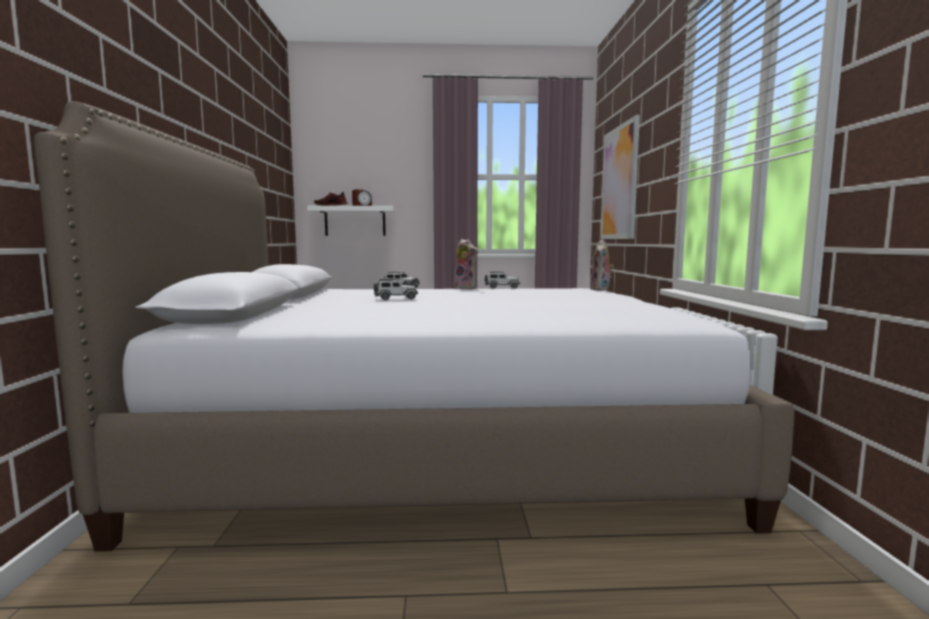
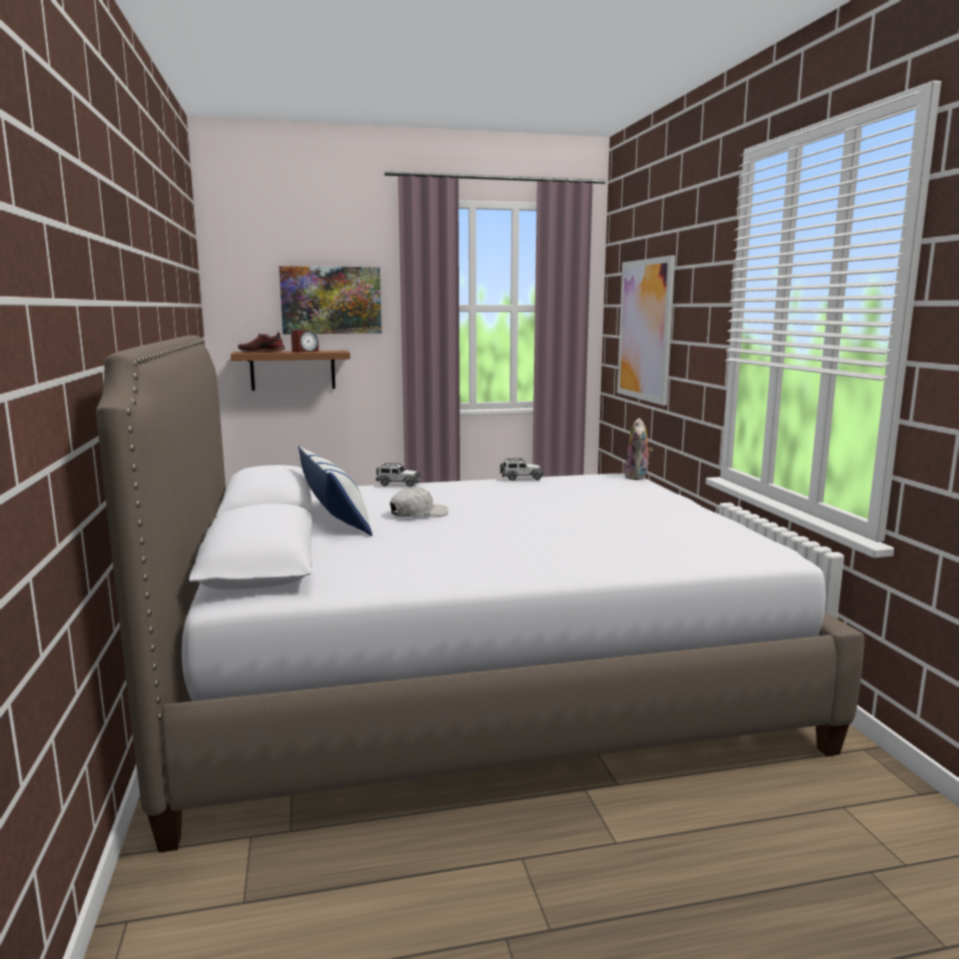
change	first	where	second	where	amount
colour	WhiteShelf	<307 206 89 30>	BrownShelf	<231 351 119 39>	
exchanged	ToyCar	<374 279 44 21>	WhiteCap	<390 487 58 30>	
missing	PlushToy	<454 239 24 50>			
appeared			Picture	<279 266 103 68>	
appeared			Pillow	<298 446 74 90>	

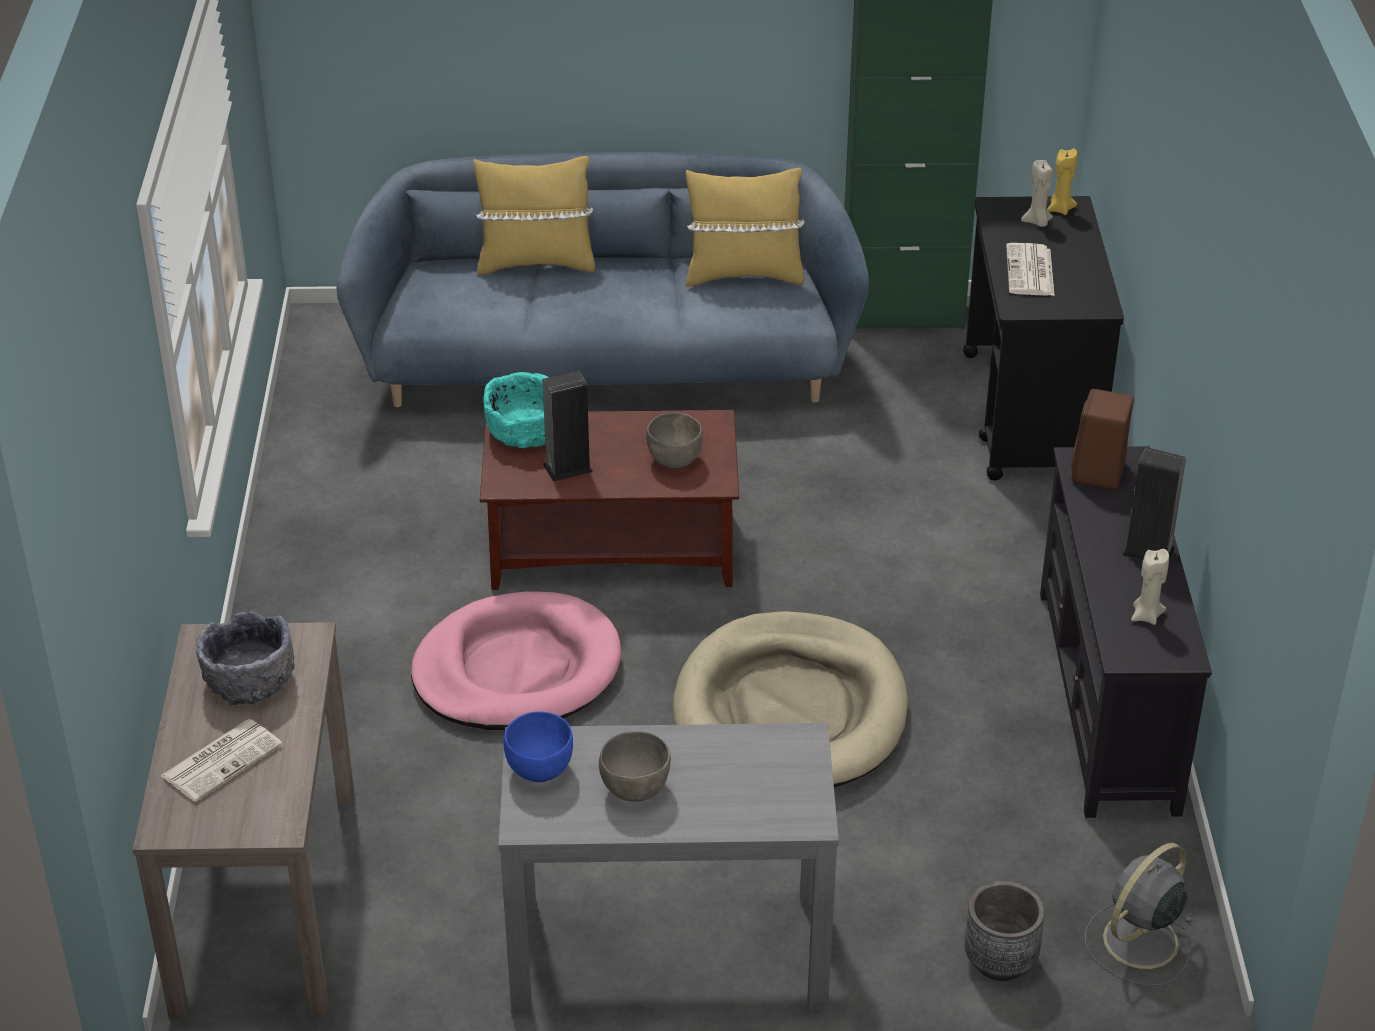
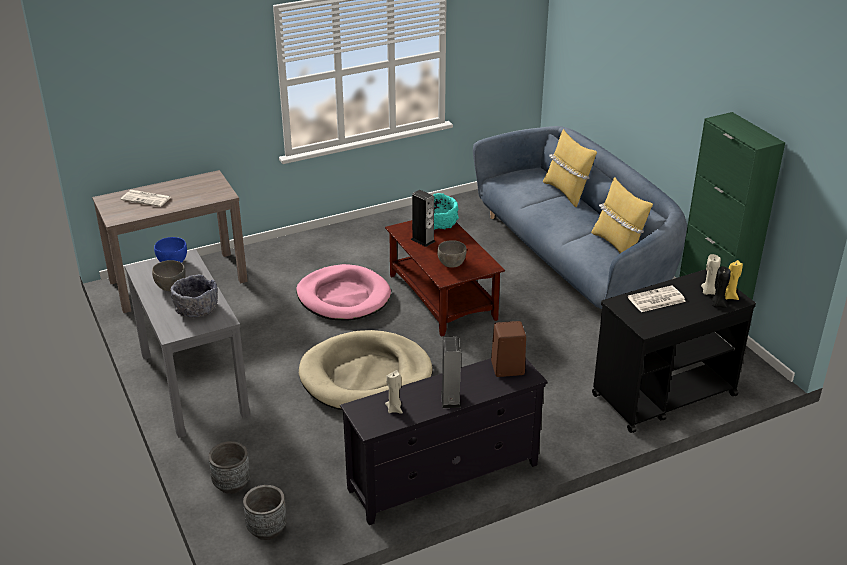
change	first	where	second	where	amount
relocated	GreyBowl	<196 611 99 94>		<171 275 47 43>	
exchanged	GreyFan	<1085 843 108 143>	GreyPlanter	<243 485 44 55>	
appeared			BlackCandle	<711 266 20 42>	

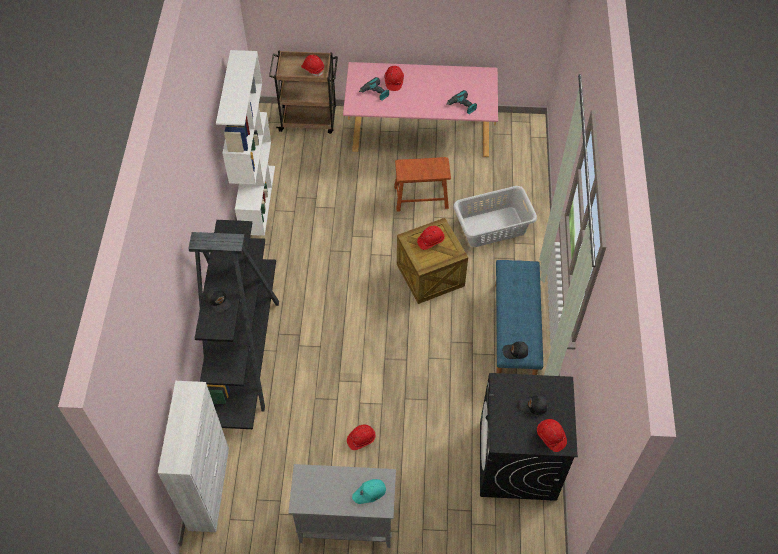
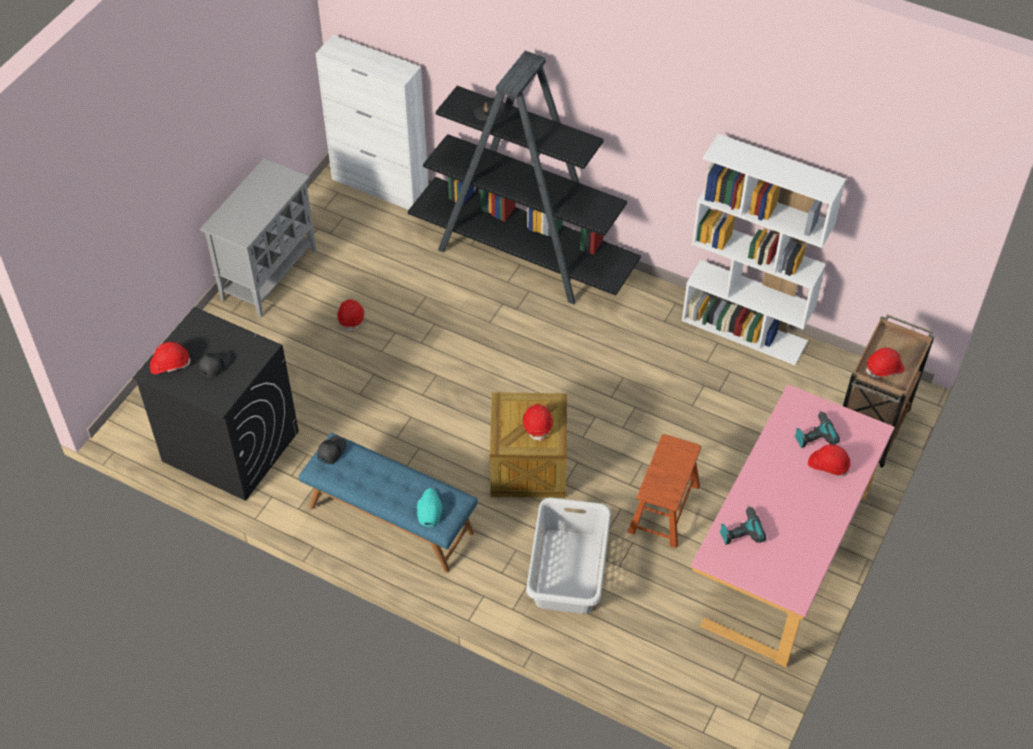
change	first	where	second	where	amount
relocated	TurquoiseCap	<352 479 34 25>		<417 488 25 39>	

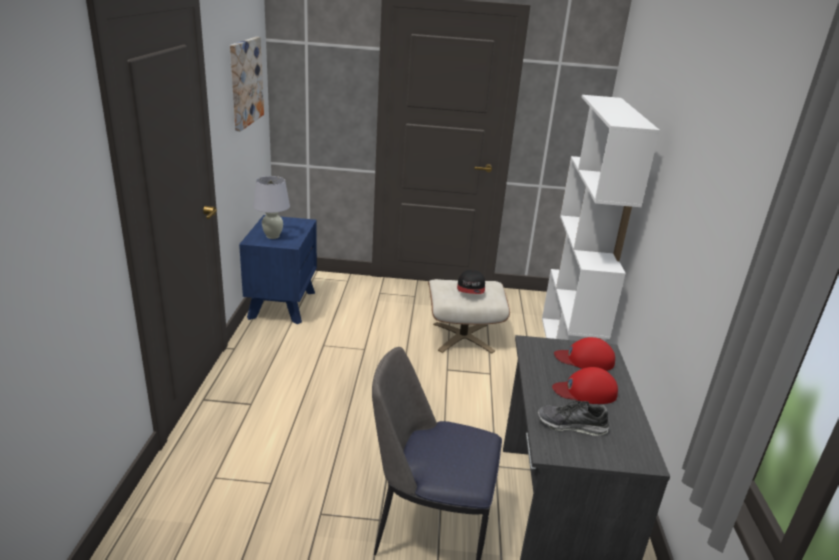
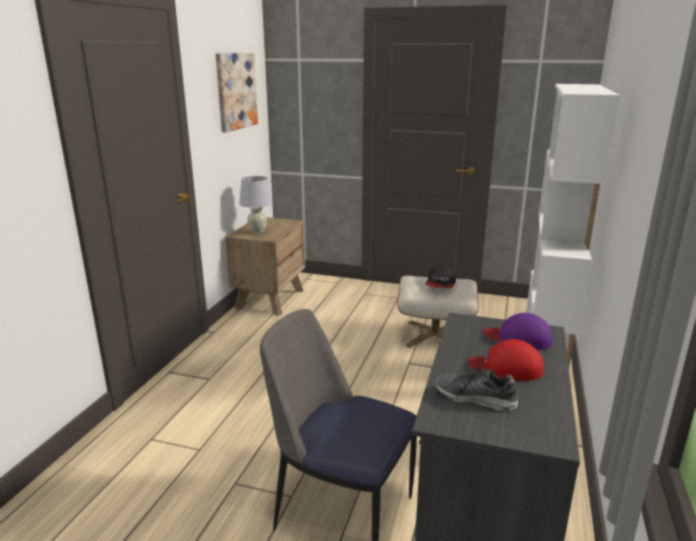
change	first	where	second	where	amount
colour	BlueNightstand	<239 215 78 109>	BrownNightstand	<225 217 80 99>	
colour	RedCap	<554 337 61 34>	PurpleCap	<483 313 70 37>	

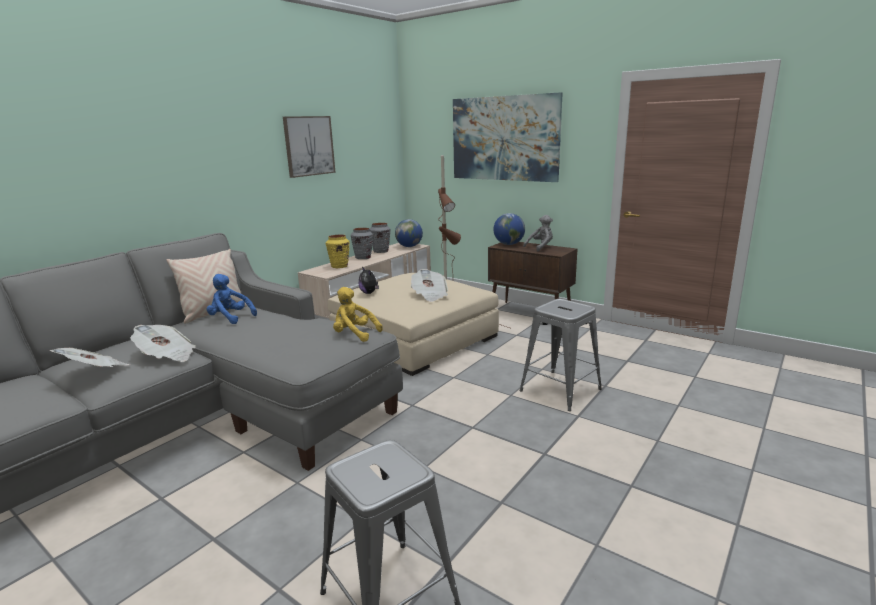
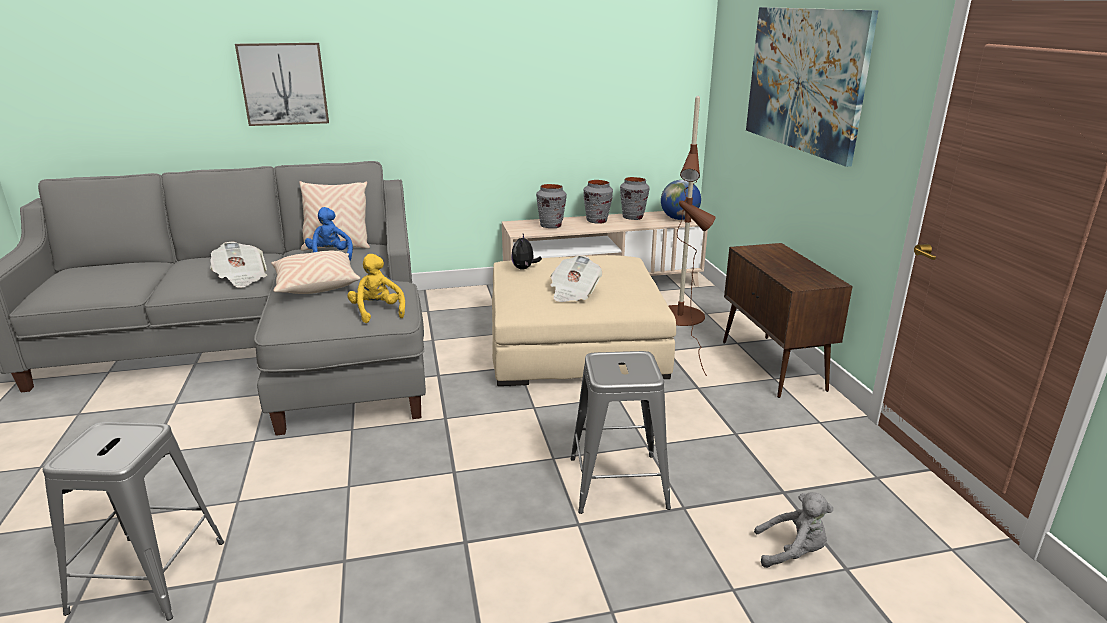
change	first	where	second	where	amount
missing	Newspaper	<49 348 81 19>			
relocated	Picture	<283 116 53 62>		<235 43 94 83>	
colour	YellowVase	<326 235 24 33>	GreyVase	<536 184 31 44>	
missing	Globe	<493 213 32 32>			
relocated	GreyPlushToy	<523 215 30 36>		<754 492 79 76>	
appeared			BeigePillow	<271 251 89 43>	

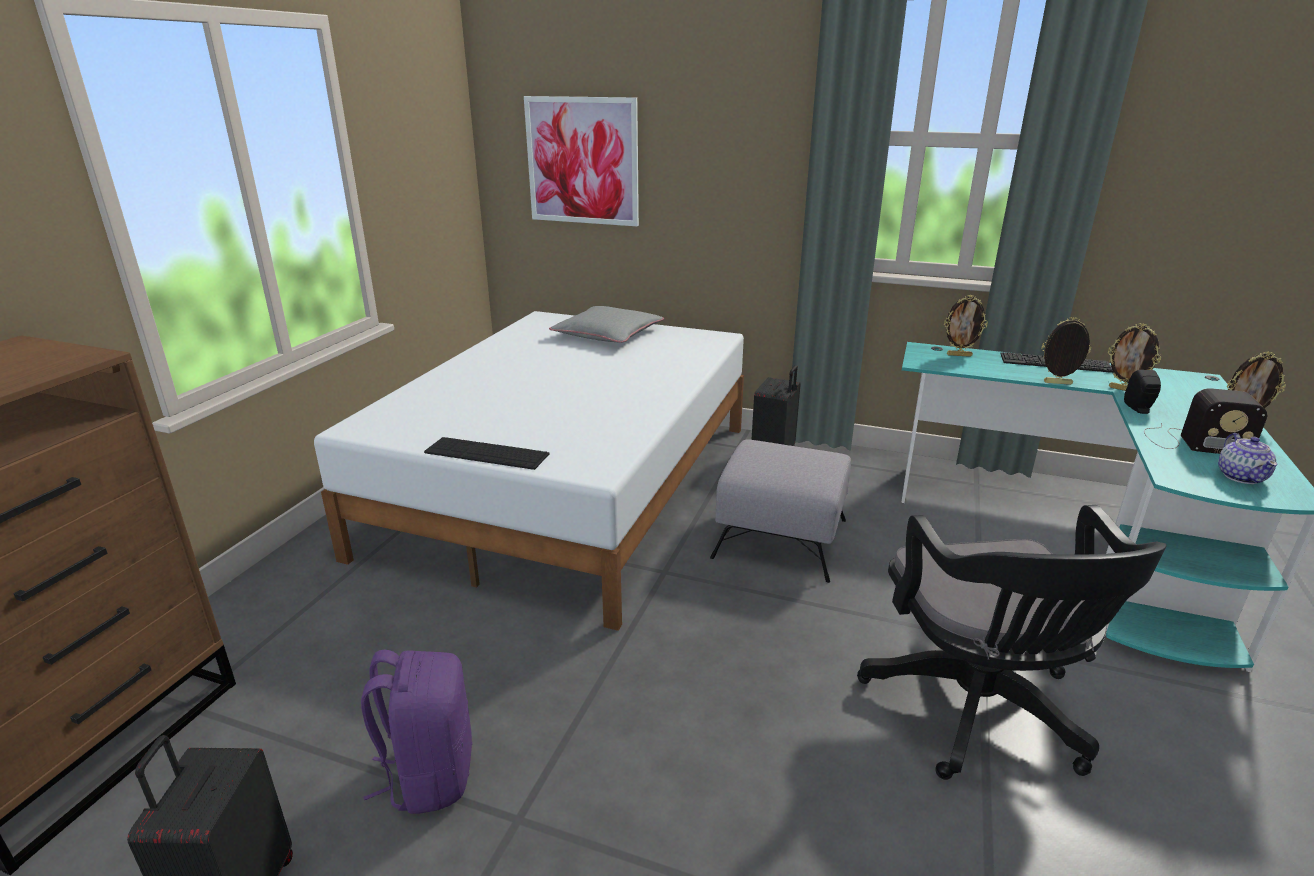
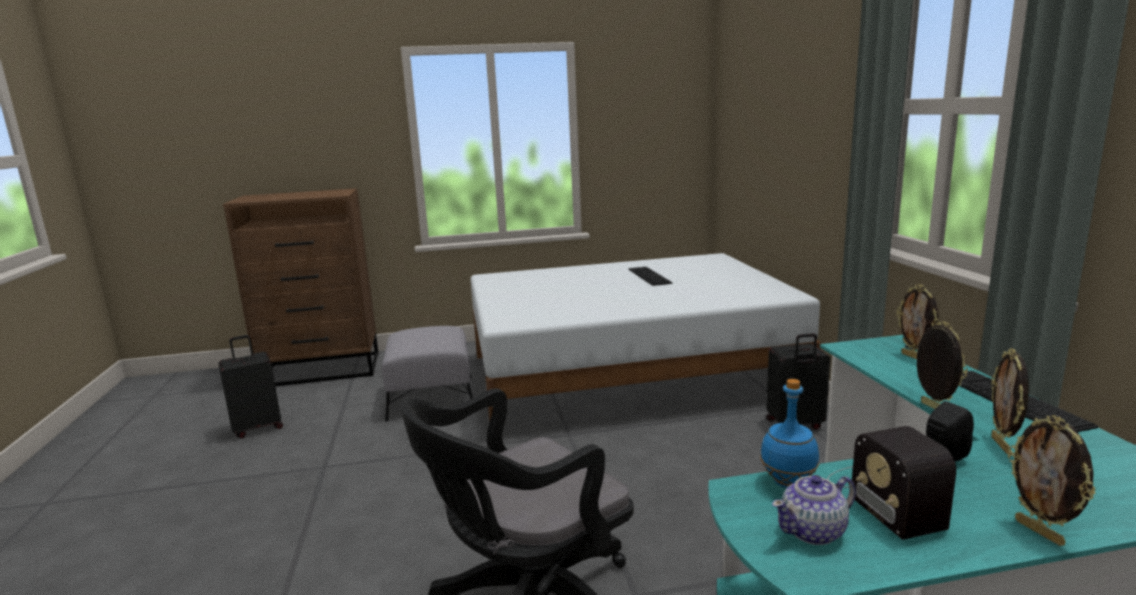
change	first	where	second	where	amount
missing	PurpleBackpack	<361 650 111 164>			
relocated	Keyboard	<424 437 126 33>		<628 267 44 19>	
missing	Picture	<524 96 115 130>			
missing	GreyPillow	<549 306 115 37>			
relocated	GreyOttoman	<710 440 141 143>		<382 326 91 96>	
appeared			BlueBottle	<760 379 59 109>	

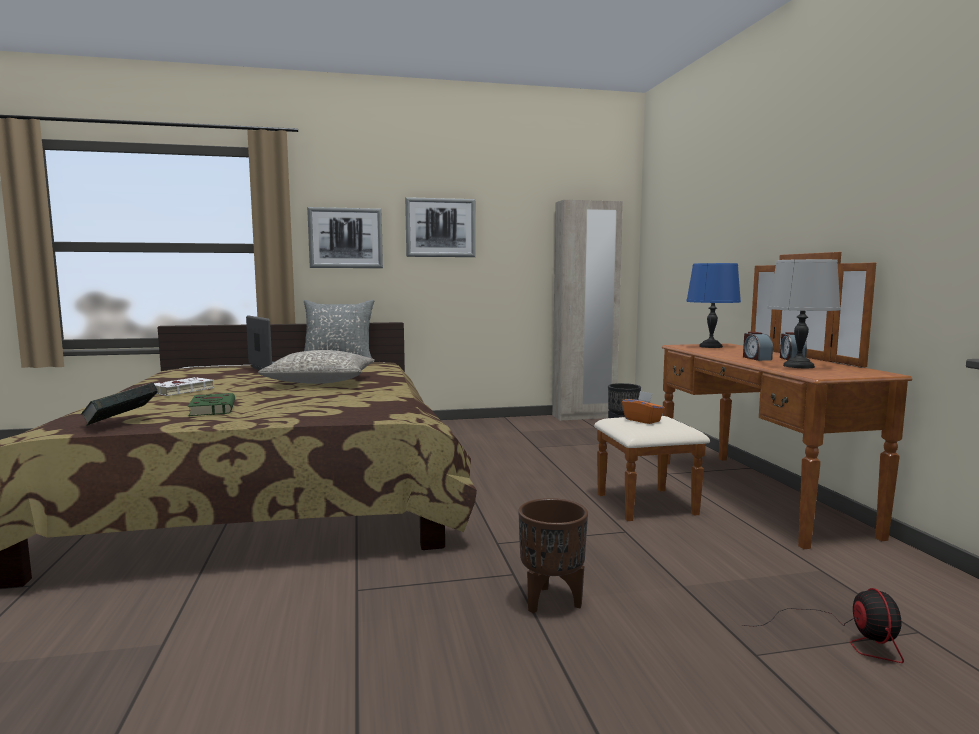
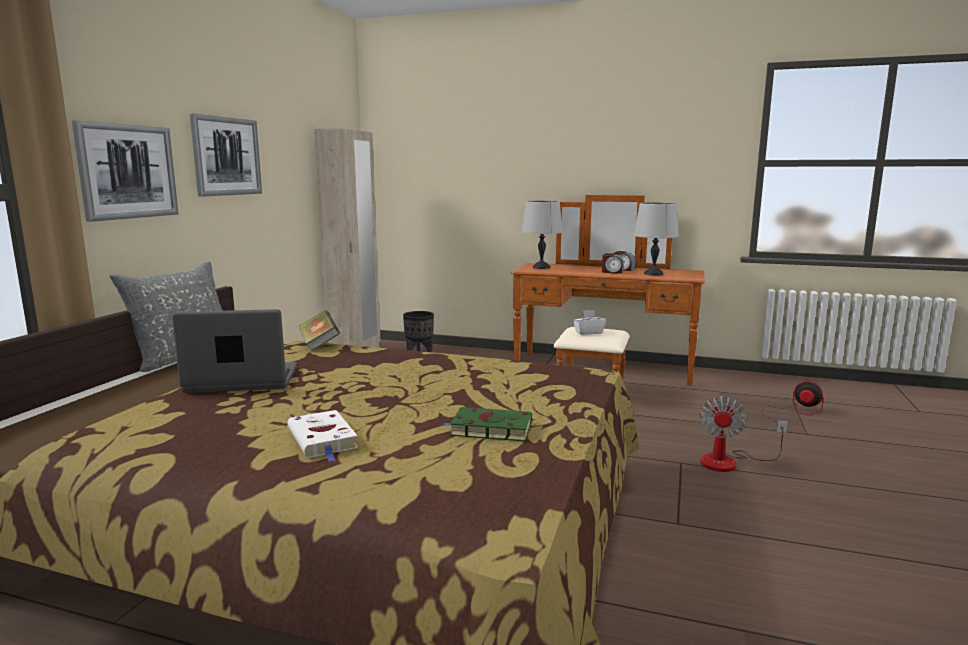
change	first	where	second	where	amount
relocated	Book	<80 383 78 43>		<298 310 42 41>	
missing	GreyPillow	<259 350 116 34>			
exchanged	BrownPlanter	<518 498 70 115>	Fan	<699 396 89 76>	
colour	OrangeTissueBox	<622 391 43 33>	WhiteTissueBox	<573 310 33 25>	
colour	BlueTableLamp	<686 263 55 85>	GreyTableLamp	<522 201 41 68>	

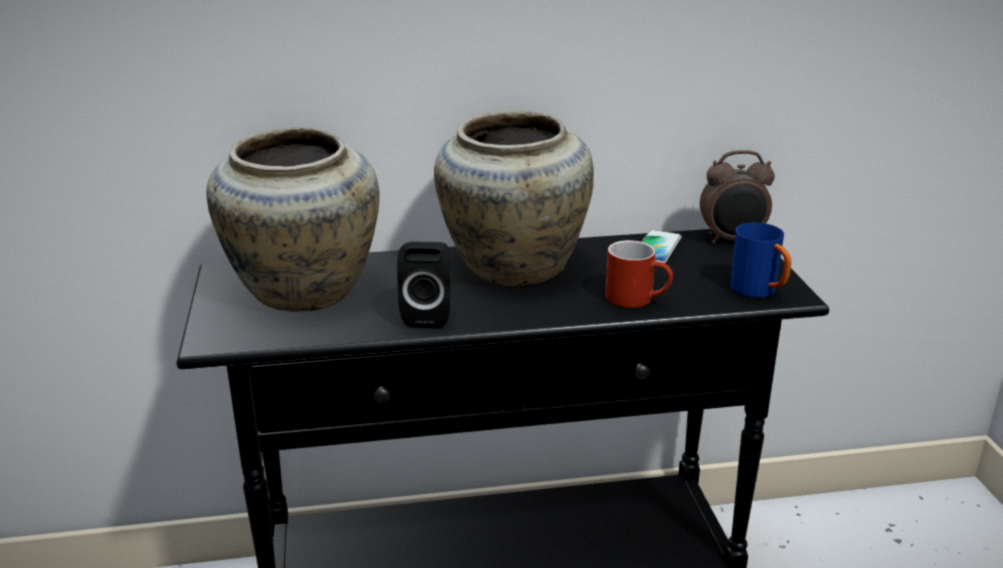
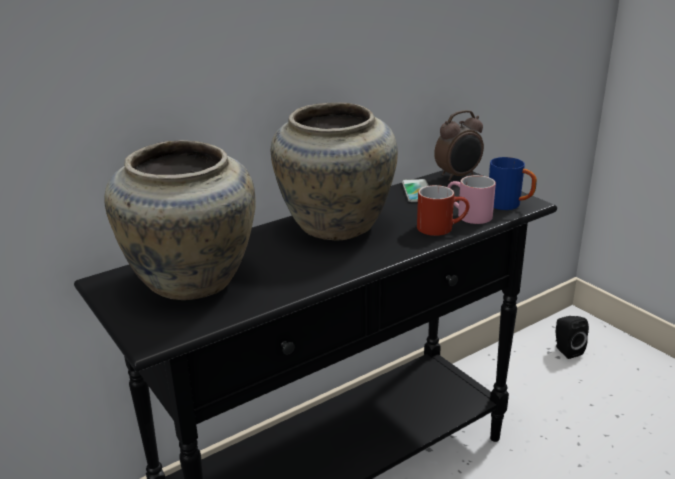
change	first	where	second	where	amount
relocated	BlackSpeaker	<397 241 54 87>		<555 316 34 43>	
appeared			PinkMug	<447 175 49 49>	

